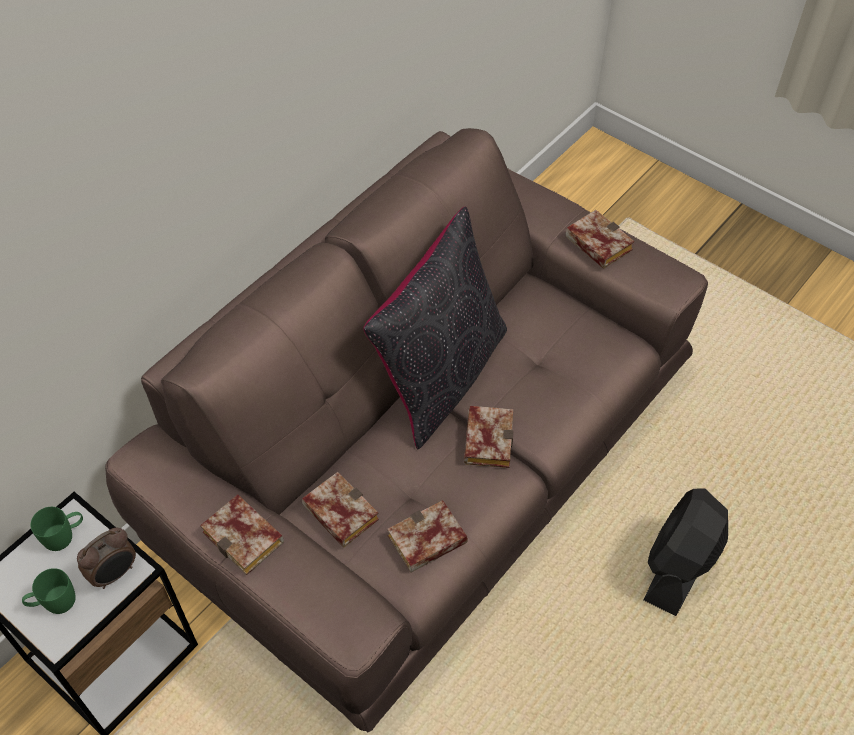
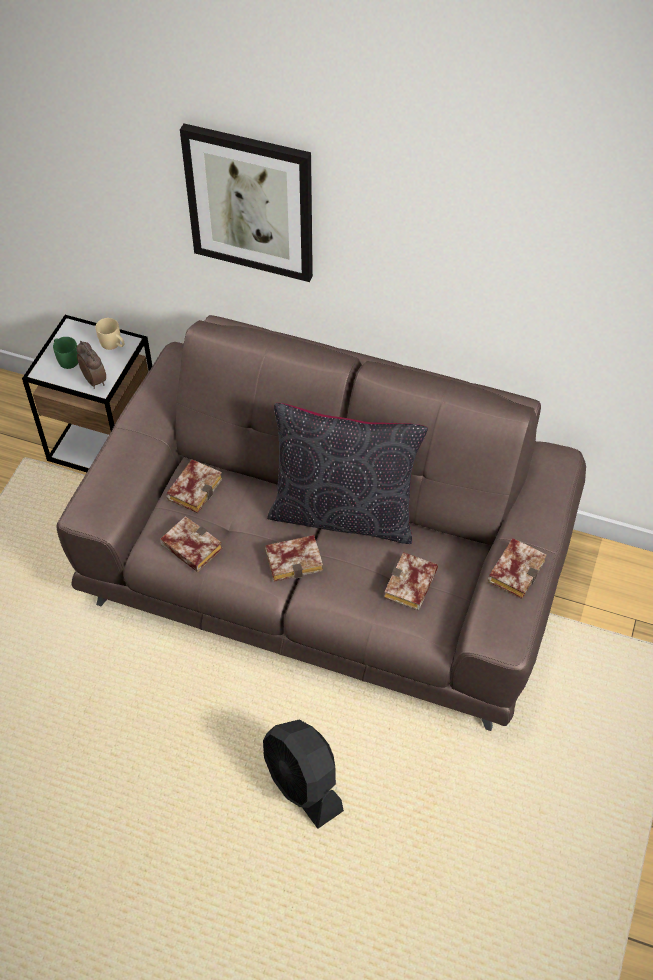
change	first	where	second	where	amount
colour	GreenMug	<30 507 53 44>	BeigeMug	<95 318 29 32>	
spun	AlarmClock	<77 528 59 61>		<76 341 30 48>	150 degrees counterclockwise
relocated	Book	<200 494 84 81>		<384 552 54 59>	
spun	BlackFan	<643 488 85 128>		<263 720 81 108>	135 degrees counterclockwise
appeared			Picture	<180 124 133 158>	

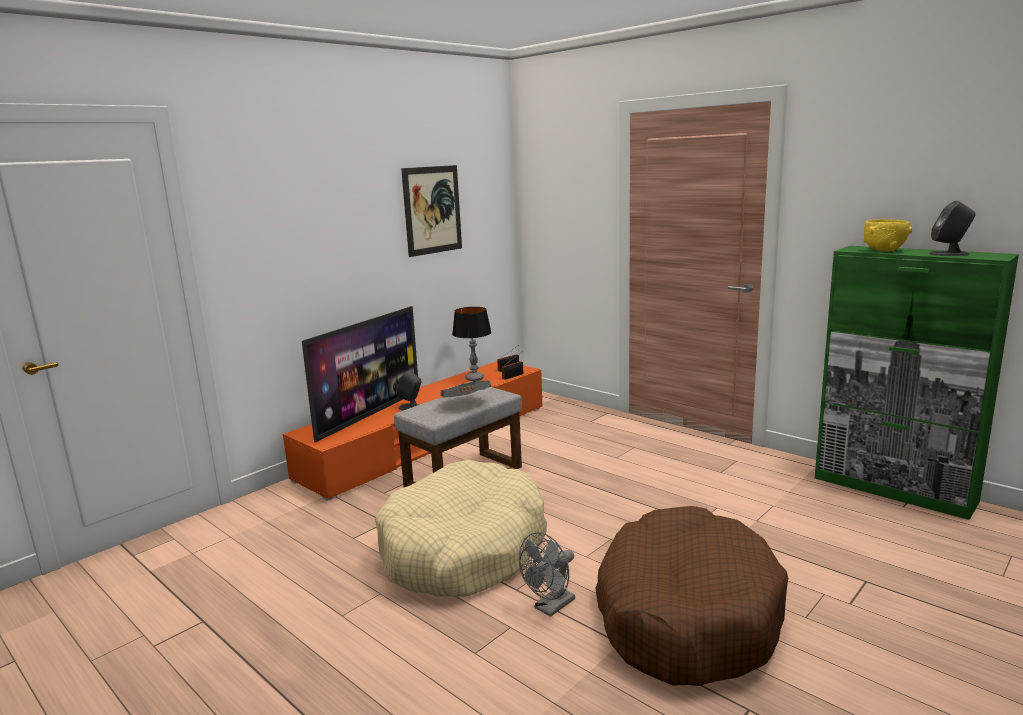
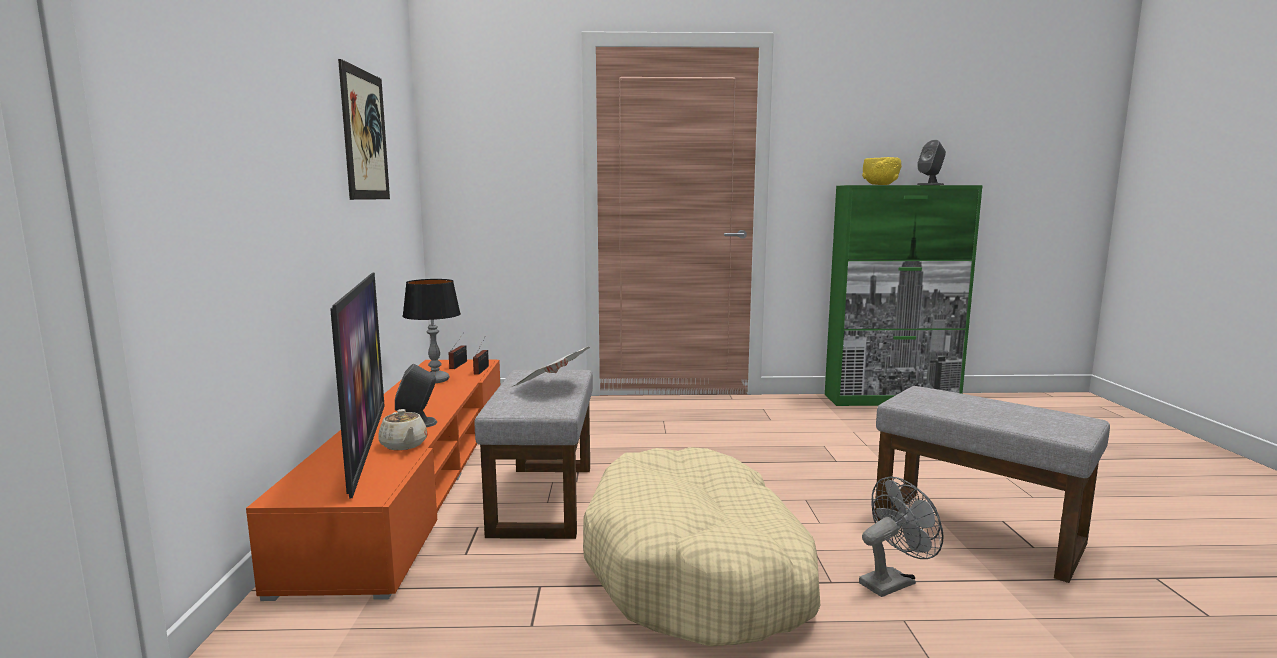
change	first	where	second	where	amount
spun	GreyFan	<519 532 56 85>		<859 476 85 121>	120 degrees counterclockwise
exchanged	BrownDogBed	<595 506 193 180>	GreyOttoman	<874 386 236 197>	
appeared			BeigeTeapot	<378 409 50 41>	

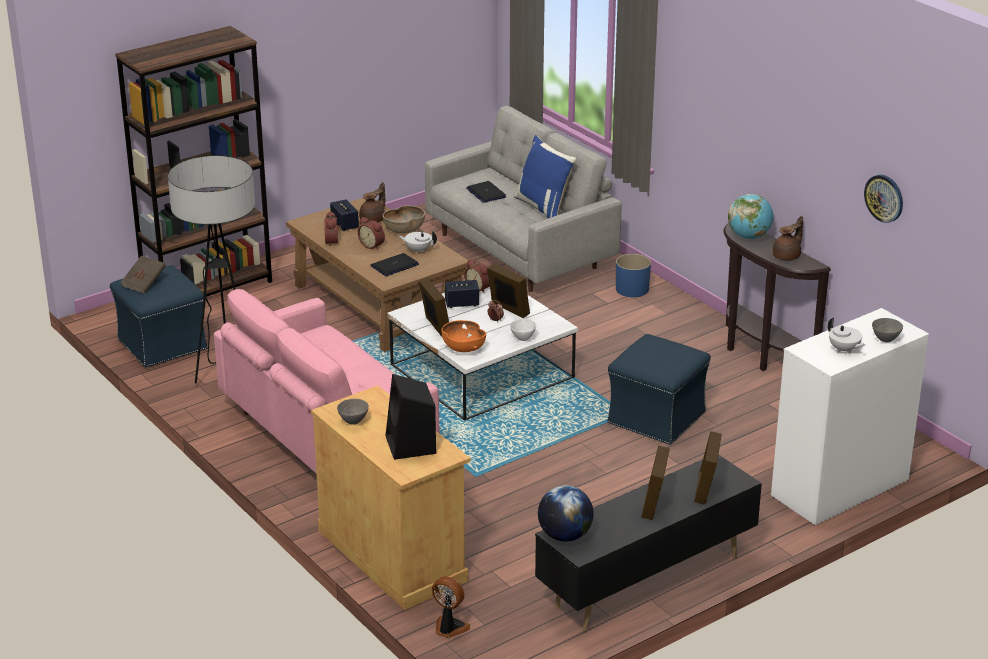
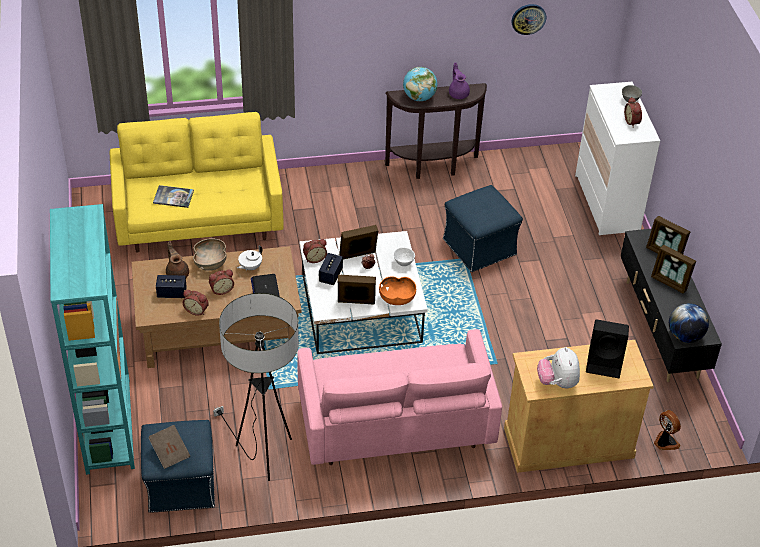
change	first	where	second	where	amount
colour	BrownBookcase	<115 26 157 271>	TurquoiseBookcase	<50 204 85 271>	
exchanged	GreyBowl	<337 399 32 26>	PlushToy	<537 347 43 41>	
colour	GreySofa	<425 106 197 186>	YellowSofa	<110 112 174 141>	
spun	Fan	<432 576 38 62>		<654 410 27 40>	90 degrees clockwise
exchanged	Laptop	<466 181 40 22>	Book	<153 185 41 23>	
missing	BluePillow	<514 135 62 83>			
missing	BluePlanter	<616 254 35 43>			
colour	BrownTeapot	<773 216 30 45>	PurpleTeapot	<449 62 21 37>	
exchanged	WhiteTeapot	<828 318 38 35>	AlarmClock	<624 97 18 31>	

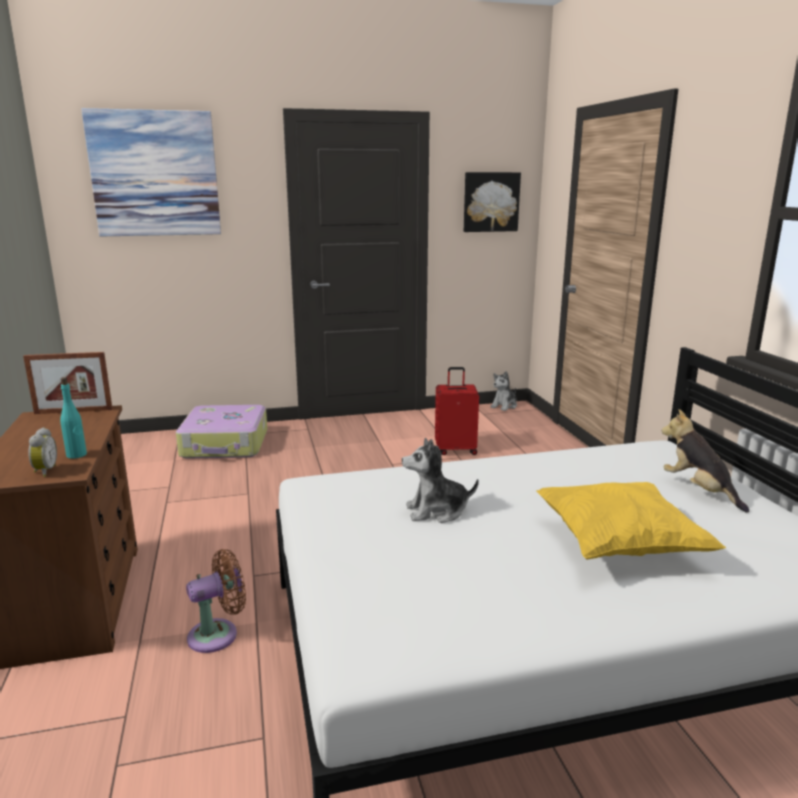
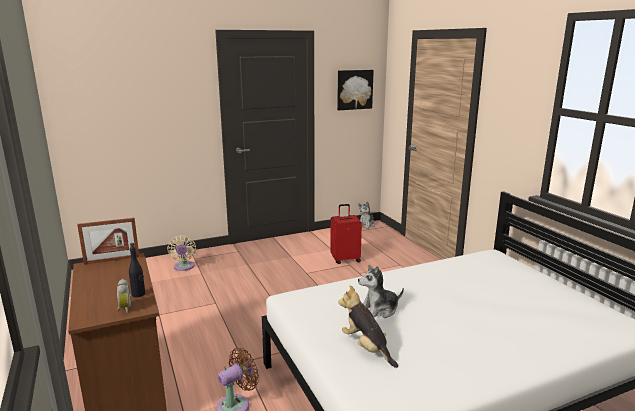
change	first	where	second	where	amount
colour	TurquoiseBottle	<60 377 27 82>	BlackBottle	<129 243 16 54>	
missing	Picture	<81 108 140 129>			
exchanged	Suitcase	<176 405 91 54>	BeigeFan	<167 235 29 36>	
missing	YellowPillow	<536 482 190 78>			
relocated	PlushToy	<662 409 87 104>		<338 285 60 83>	

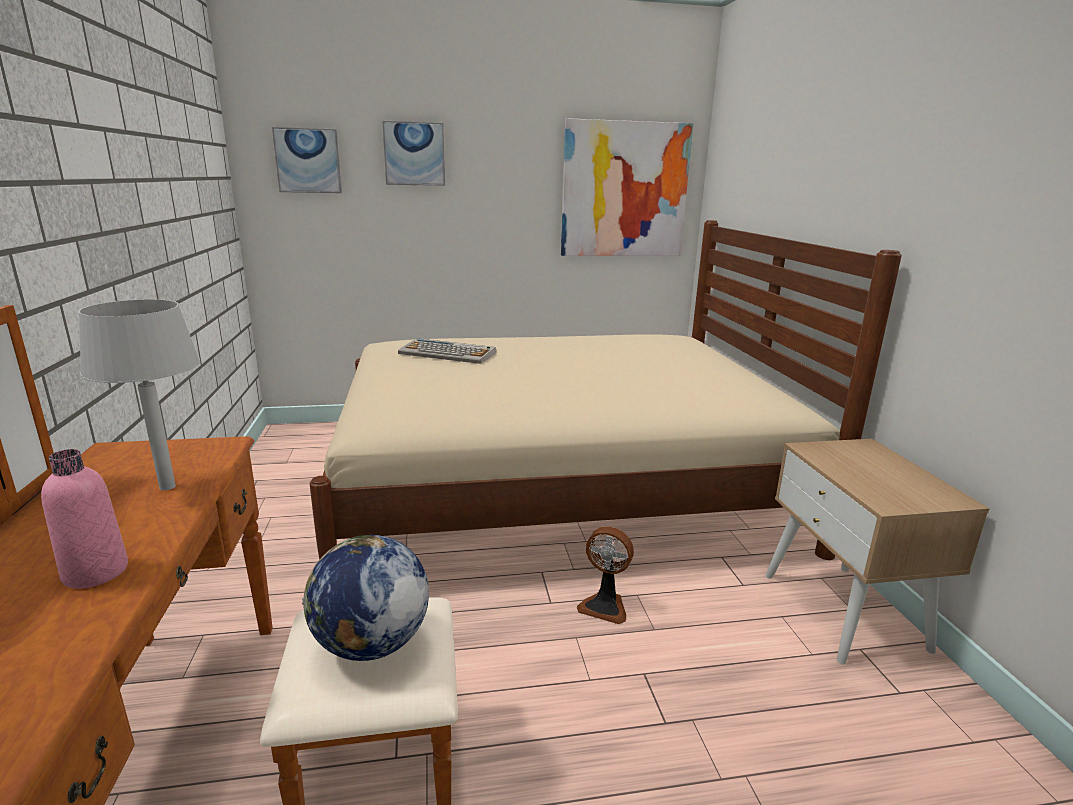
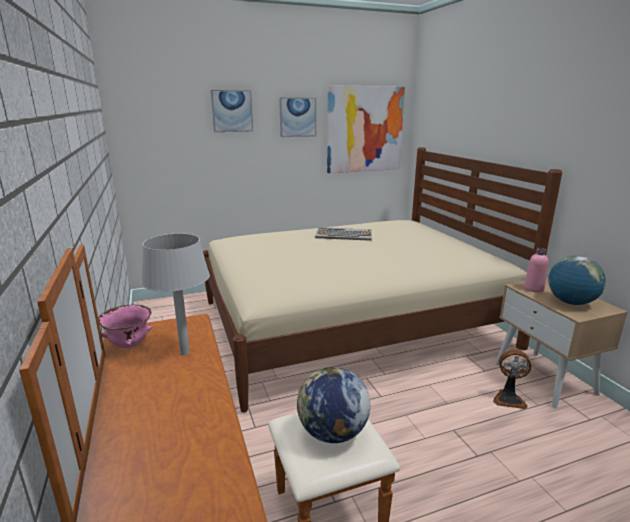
change	first	where	second	where	amount
relocated	PinkBottle	<41 449 87 140>		<524 248 25 45>	
relocated	Picture	<272 127 70 66>		<279 97 37 40>	
relocated	Keyboard	<398 338 98 26>		<315 228 57 13>	
relocated	Fan	<577 527 57 97>		<493 350 38 59>	
appeared			PinkBowl	<98 304 55 44>	
appeared			Globe	<548 256 58 49>	

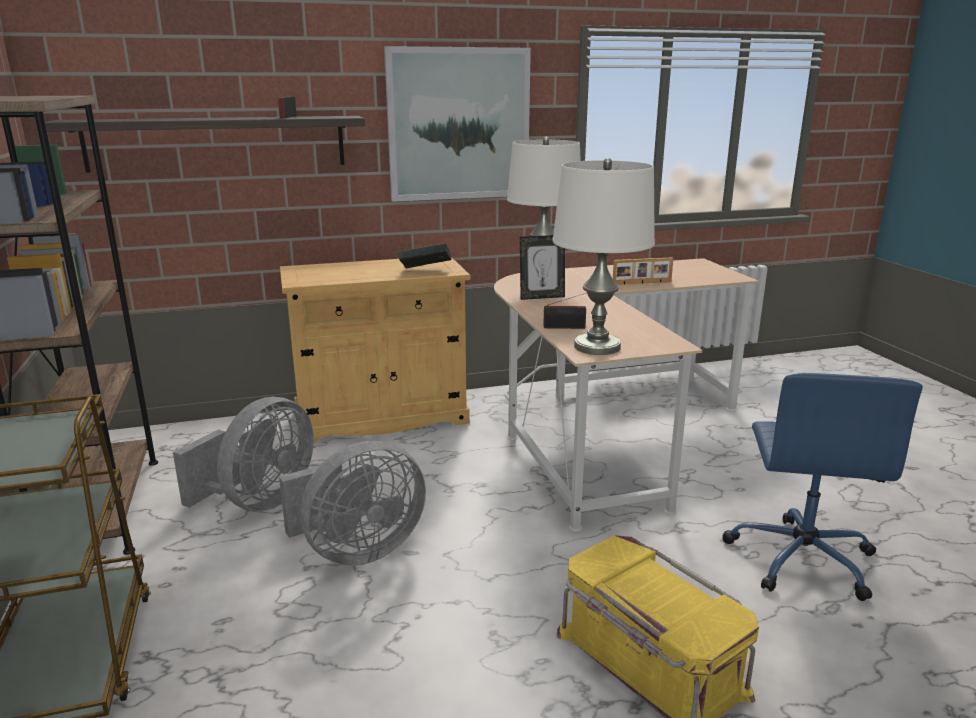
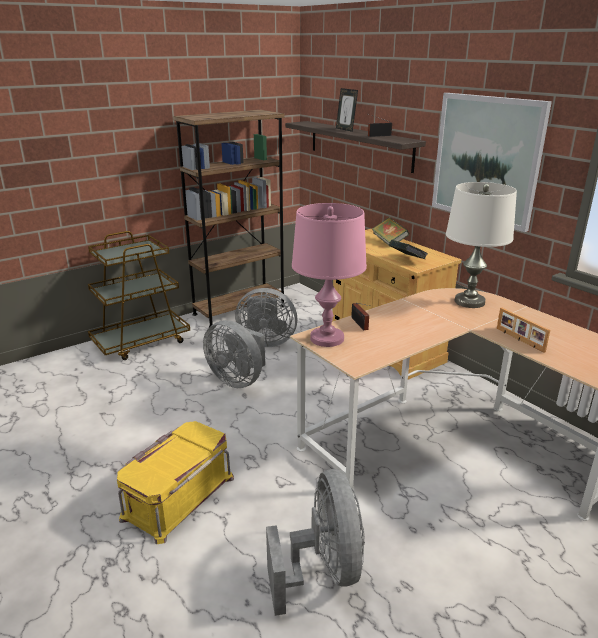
change	first	where	second	where	amount
relocated	PictureFrame	<520 235 45 65>		<336 88 22 44>	
colour	WhiteTableLamp	<553 158 102 197>	PinkTableLamp	<292 203 75 144>	
exchanged	BlueOfficeChair	<723 373 200 228>	GreyFan	<266 469 99 147>	
appeared			Book	<372 217 37 30>	

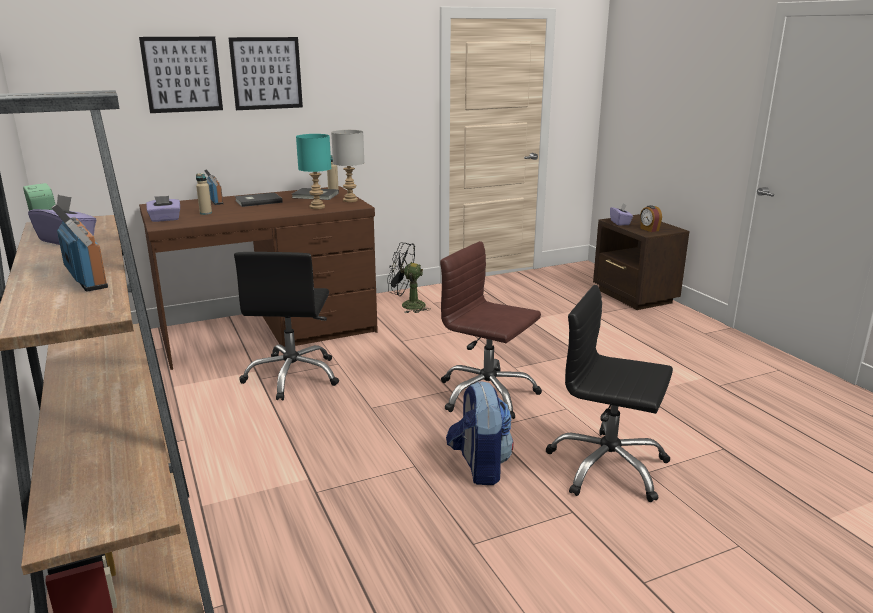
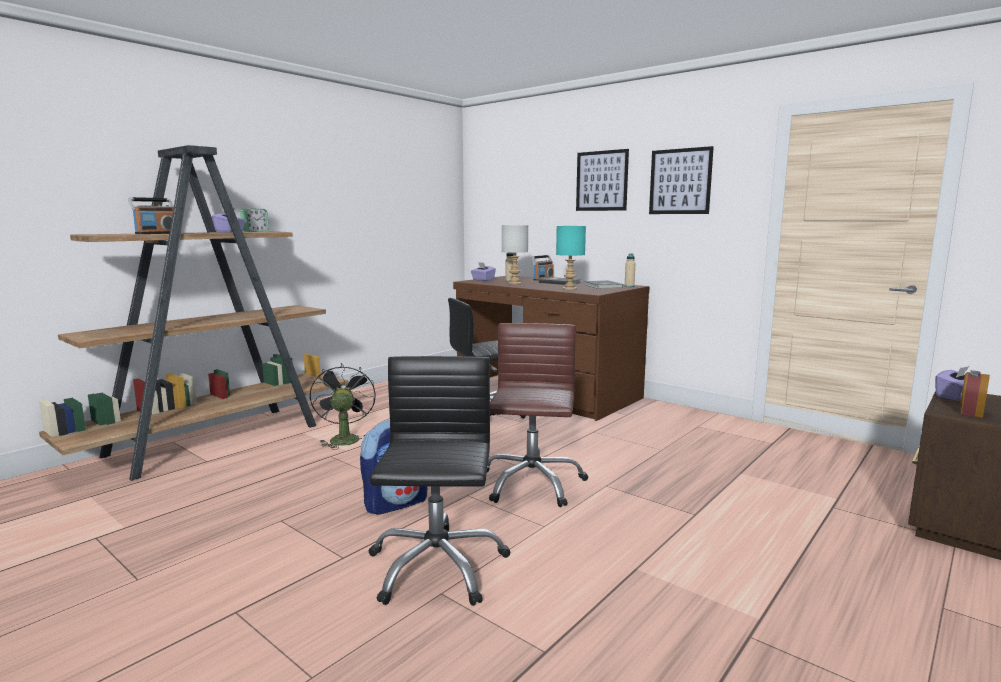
change	first	where	second	where	amount
relocated	Picture	<139 37 84 76>		<649 146 65 68>	
relocated	GreyTableLamp	<331 130 33 72>		<502 225 26 60>	
relocated	BlackFan	<387 243 44 70>		<310 363 66 87>	

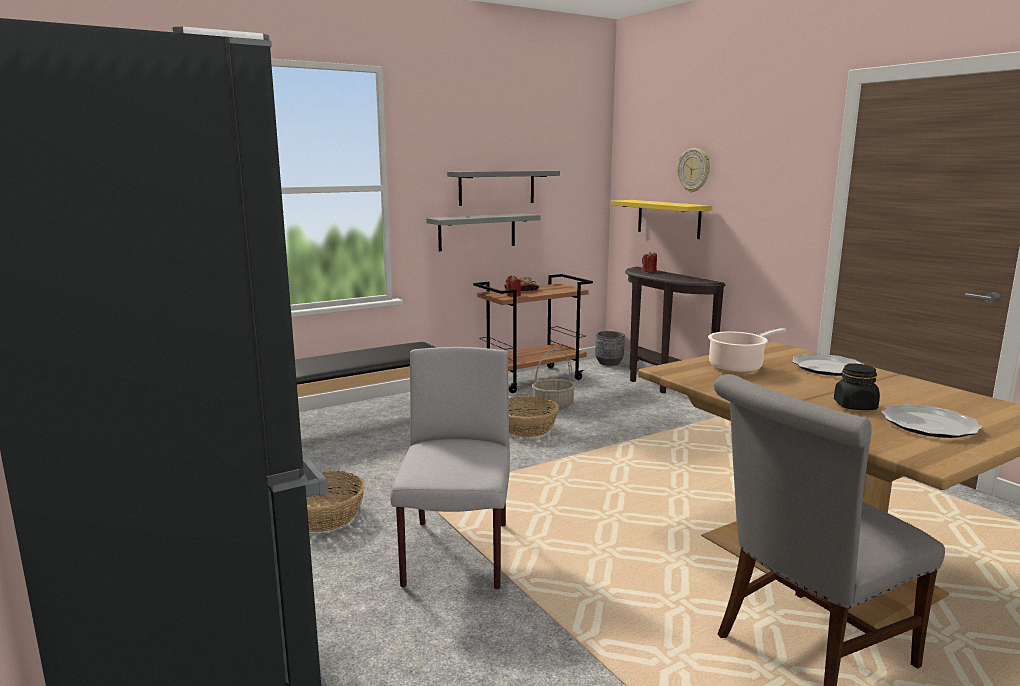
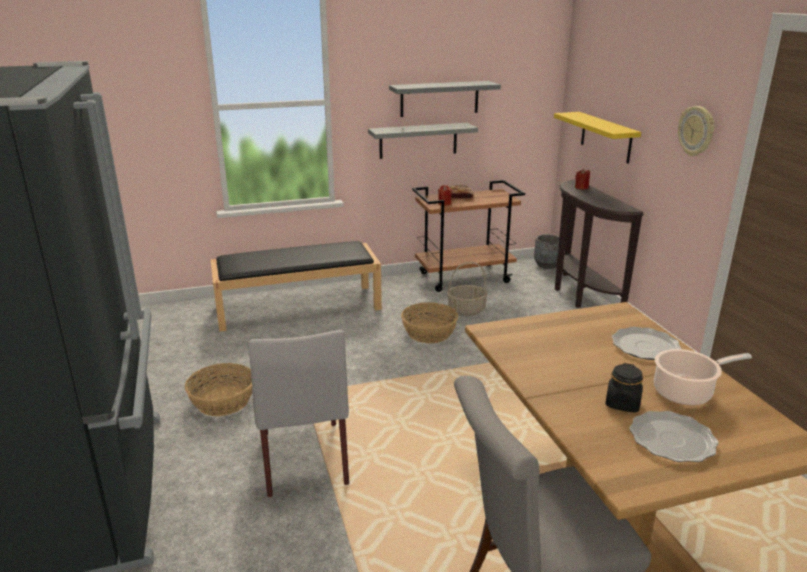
change	first	where	second	where	amount
spun	GreyChair	<390 347 120 243>		<248 330 101 167>	150 degrees clockwise
relocated	WallClock	<677 148 33 44>		<678 106 37 50>	
relocated	CookingPot	<708 328 78 45>		<654 349 98 56>	

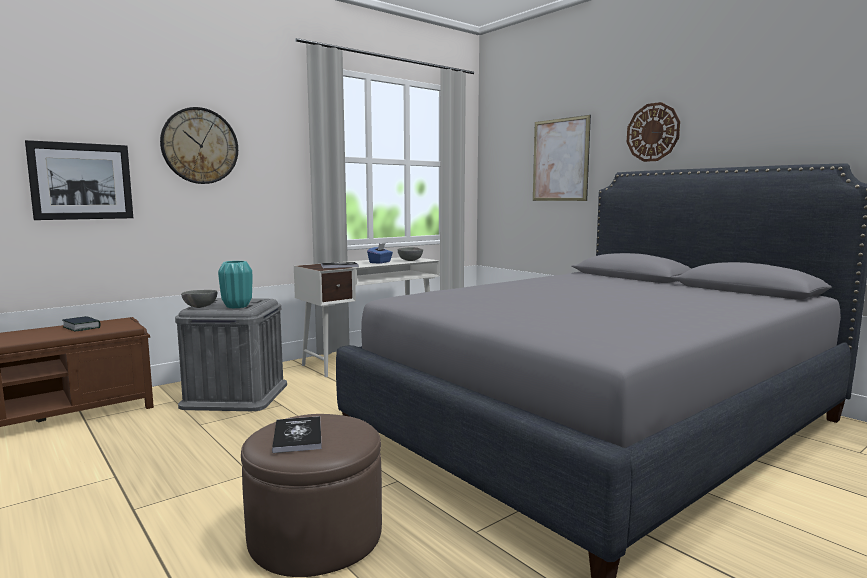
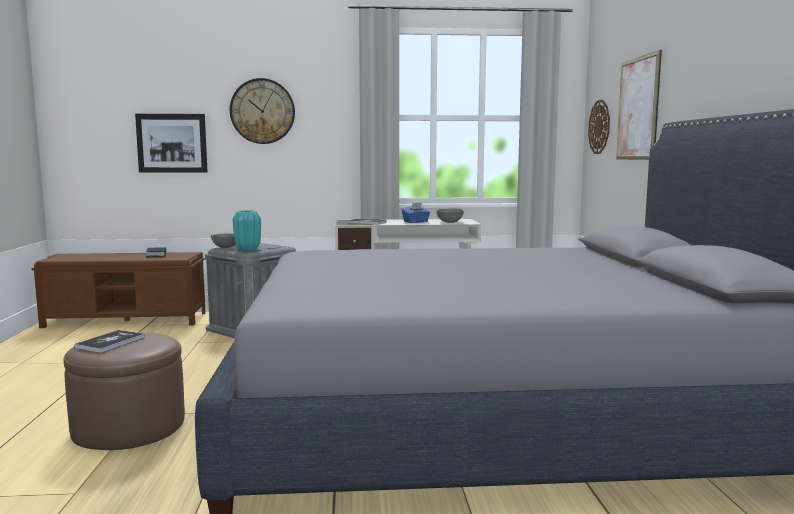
change	first	where	second	where	amount
relocated	WallClock	<627 102 53 60>		<588 100 22 54>	

